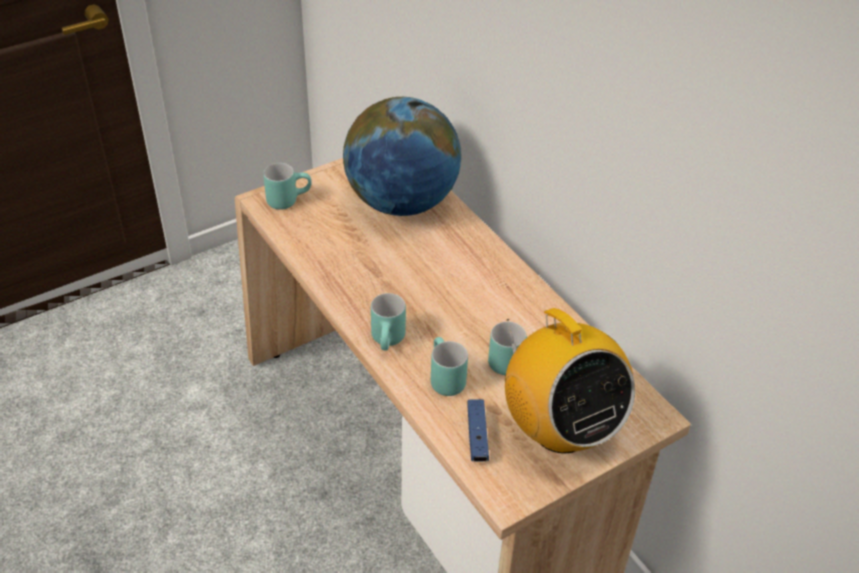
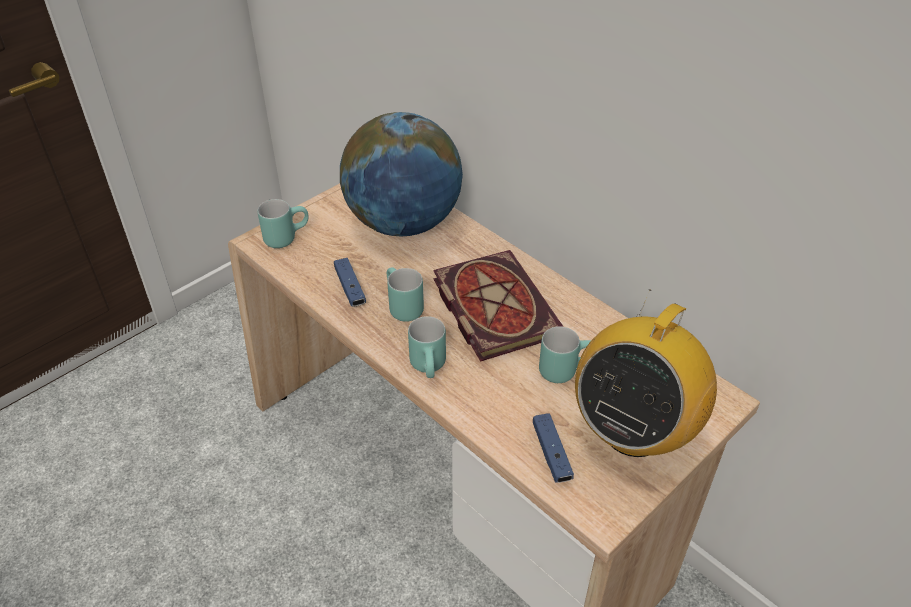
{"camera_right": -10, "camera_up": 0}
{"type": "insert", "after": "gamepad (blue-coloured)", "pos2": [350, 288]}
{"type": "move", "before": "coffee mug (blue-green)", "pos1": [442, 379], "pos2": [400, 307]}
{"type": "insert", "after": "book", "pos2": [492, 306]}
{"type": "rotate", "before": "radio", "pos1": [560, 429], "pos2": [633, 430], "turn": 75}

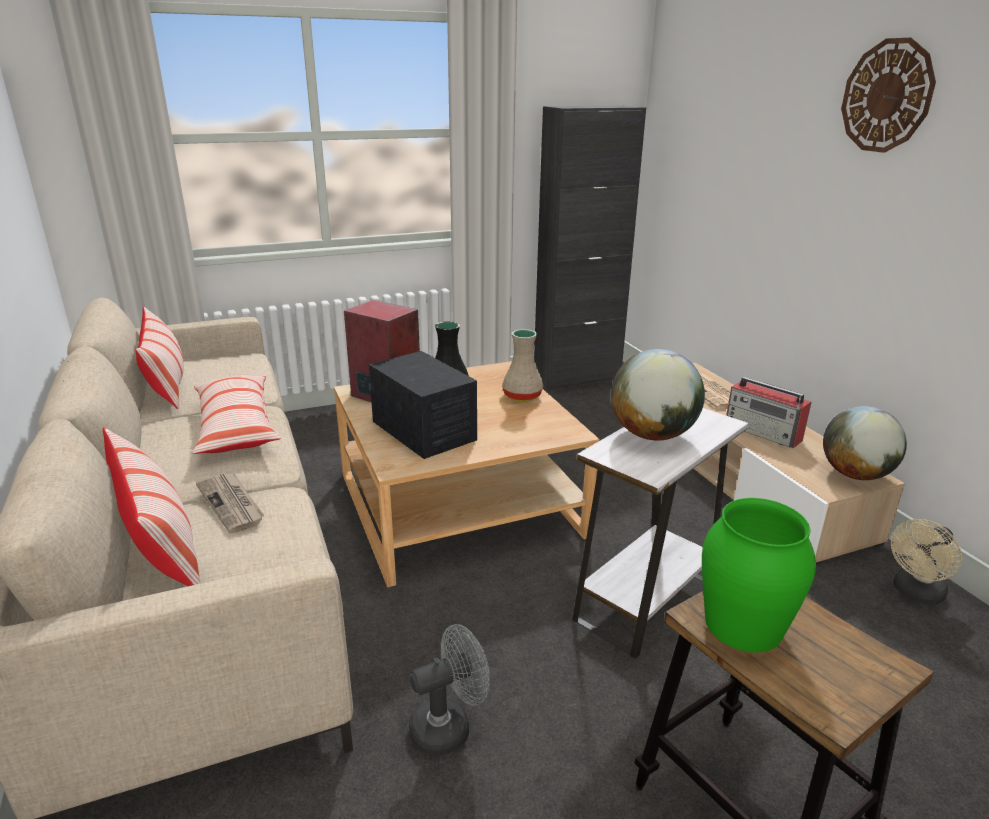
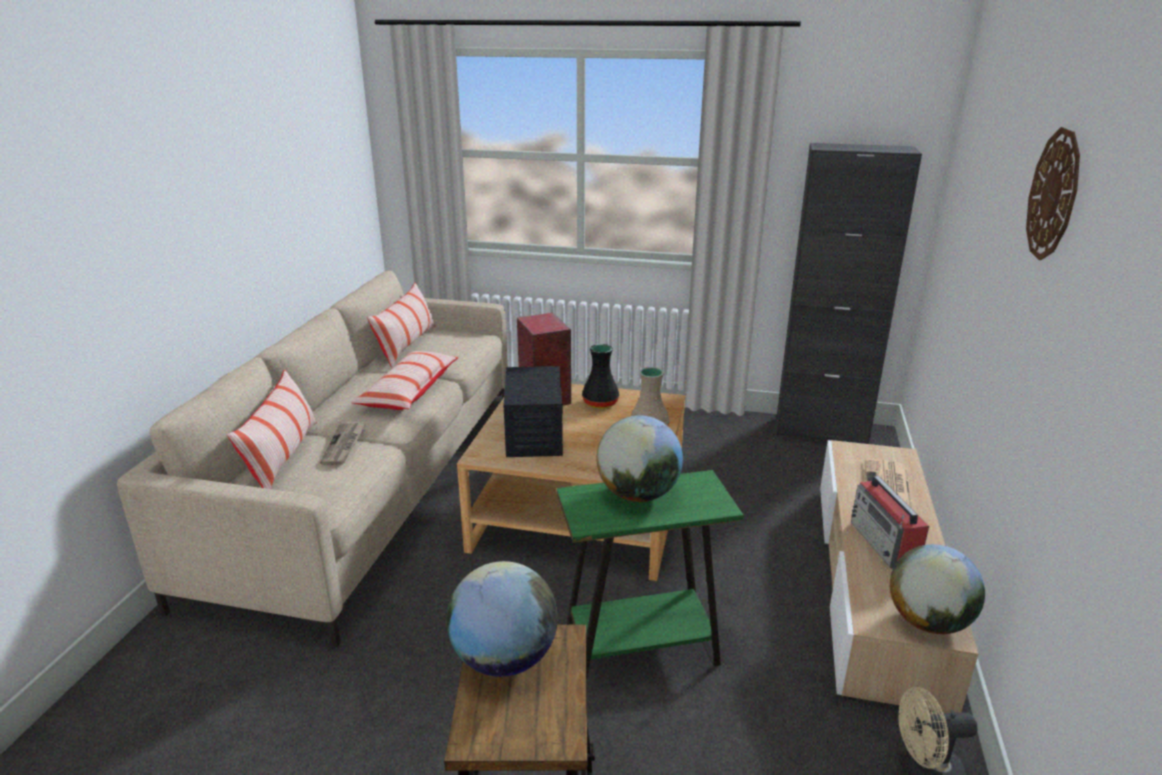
{"camera_right": 35, "camera_up": 0}
{"type": "replace", "before": "decorative vase (green)", "after": "desk globe", "pos1": [743, 625], "pos2": [504, 659]}
{"type": "recolor", "before": "end table (white)", "after": "end table (green)", "pos1": [645, 600], "pos2": [640, 651]}
{"type": "delete", "before": "electric fan (grey)", "pos1": [449, 726]}

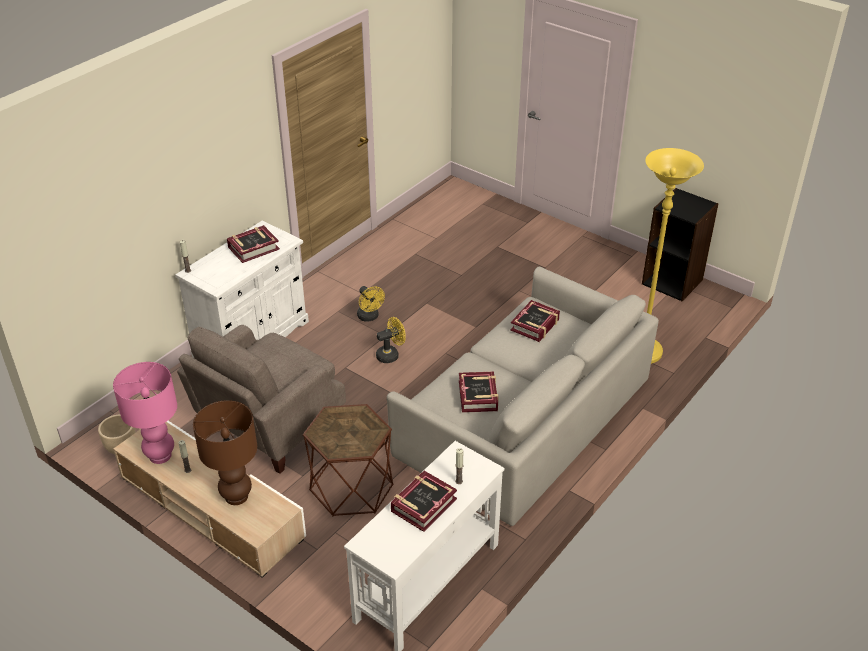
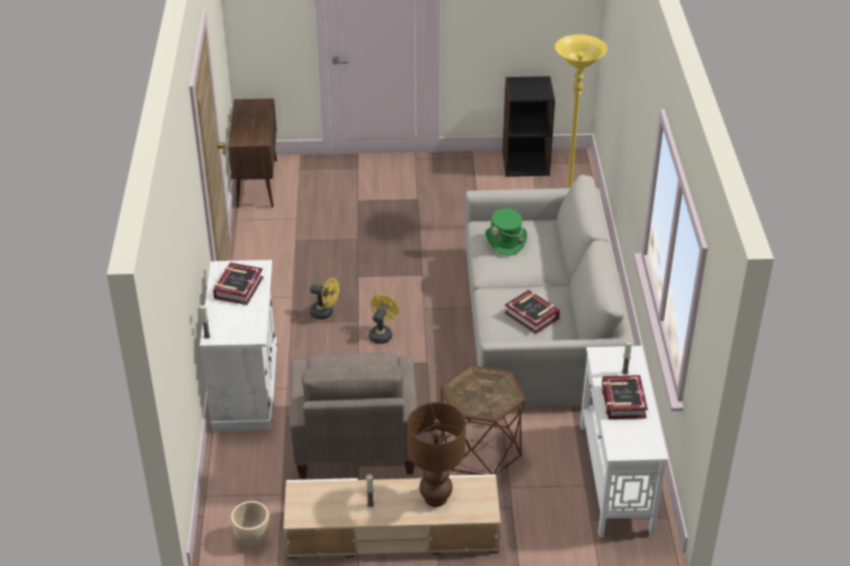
{"camera_right": -40, "camera_up": 0}
{"type": "insert", "after": "storage cabinet (brownish)", "pos2": [257, 183]}
{"type": "replace", "before": "book", "after": "hat (green)", "pos1": [535, 325], "pos2": [506, 241]}
{"type": "delete", "before": "tabletop lamp (pink-coloured)", "pos1": [160, 456]}

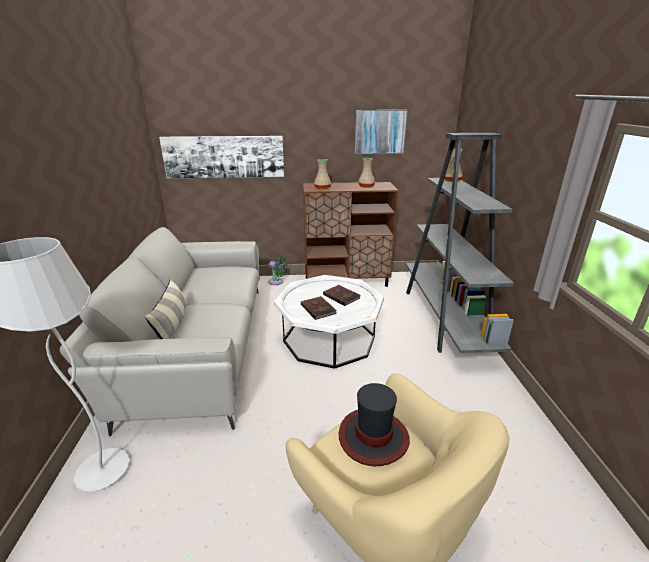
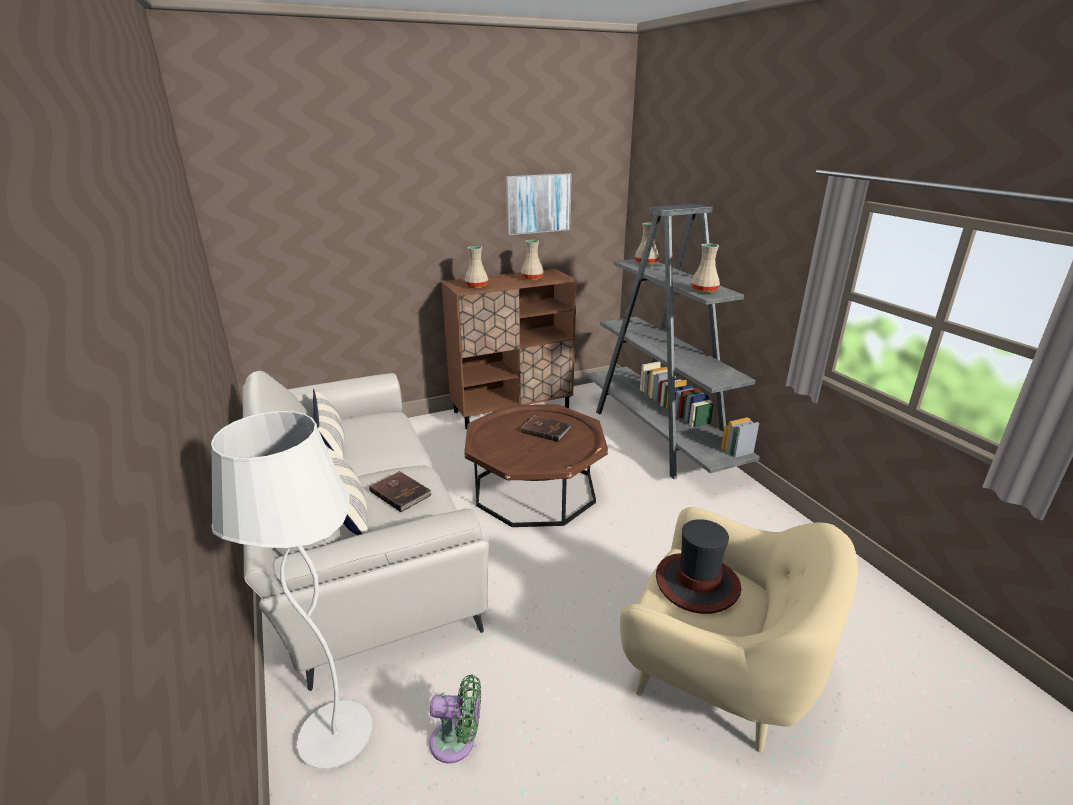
{"camera_right": -20, "camera_up": 0}
{"type": "insert", "after": "throw pillow", "pos2": [331, 442]}
{"type": "move", "before": "book (brownish)", "pos1": [318, 309], "pos2": [401, 492]}
{"type": "move", "before": "electric fan (green)", "pos1": [277, 282], "pos2": [457, 742]}
{"type": "recolor", "before": "low table (white)", "after": "low table (brownish)", "pos1": [329, 338], "pos2": [535, 490]}
{"type": "insert", "after": "decorative vase (beige-coloured)", "pos2": [704, 291]}
{"type": "delete", "before": "wall art", "pos1": [224, 157]}

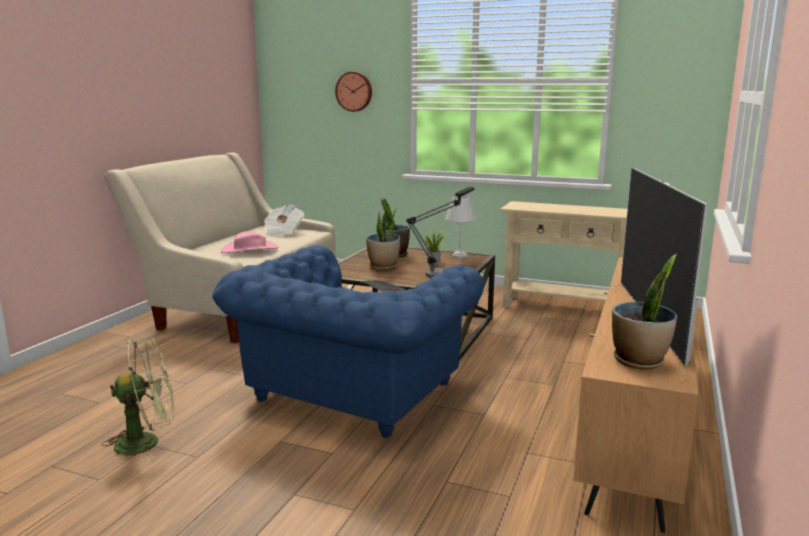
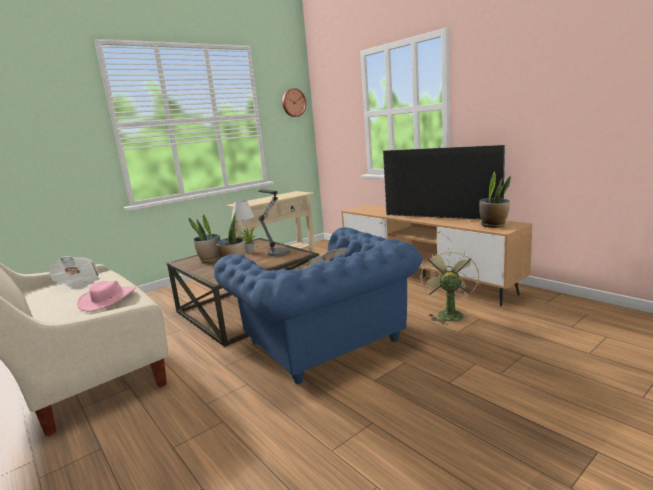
{"camera_right": -60, "camera_up": 0}
{"type": "move", "before": "hanging clock", "pos1": [354, 91], "pos2": [293, 103]}
{"type": "move", "before": "electric fan (green)", "pos1": [147, 442], "pos2": [448, 313]}

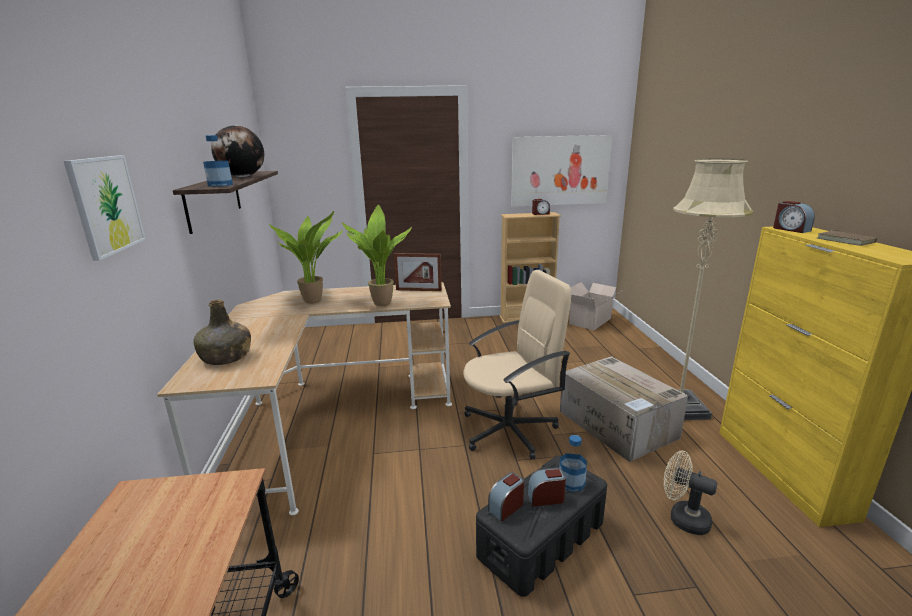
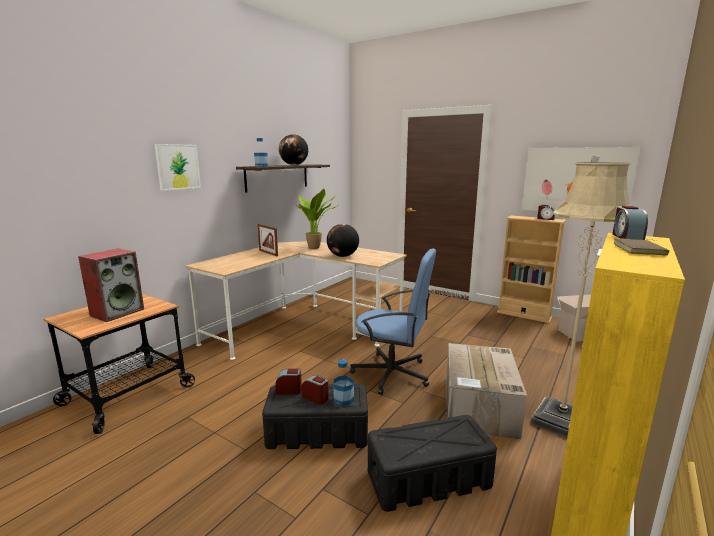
{"camera_right": 40, "camera_up": -5}
{"type": "insert", "after": "audio speaker", "pos2": [117, 312]}
{"type": "move", "before": "picture frame", "pos1": [418, 290], "pos2": [268, 253]}
{"type": "replace", "before": "houseplant", "after": "desk globe", "pos1": [379, 303], "pos2": [342, 256]}
{"type": "recolor", "before": "office chair (beige-coloured)", "after": "office chair (blue-coloured)", "pos1": [510, 430], "pos2": [392, 374]}
{"type": "replace", "before": "electric fan (beige-coloured)", "after": "storage bin (black-coloured)", "pos1": [682, 518], "pos2": [427, 479]}
{"type": "delete", "before": "drink bottle (green)", "pos1": [226, 357]}

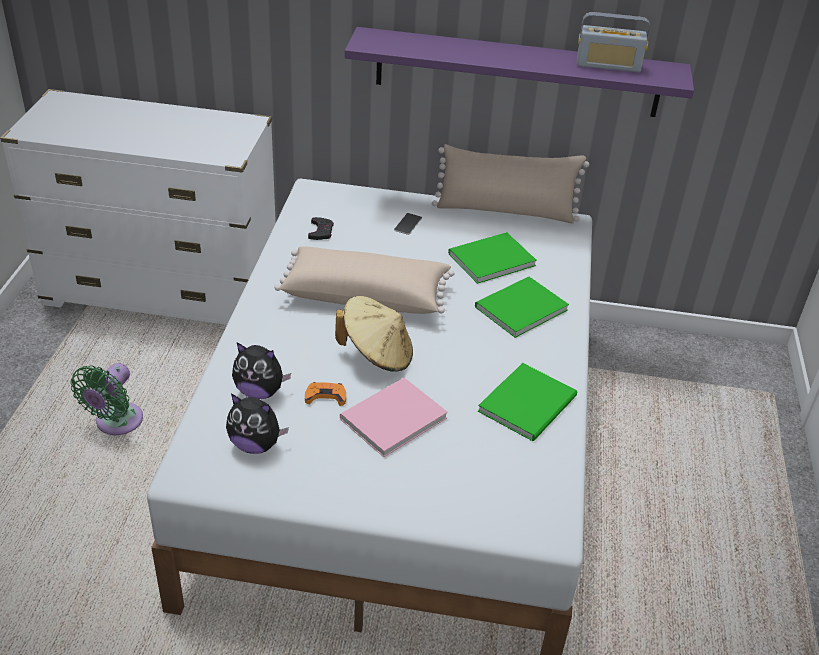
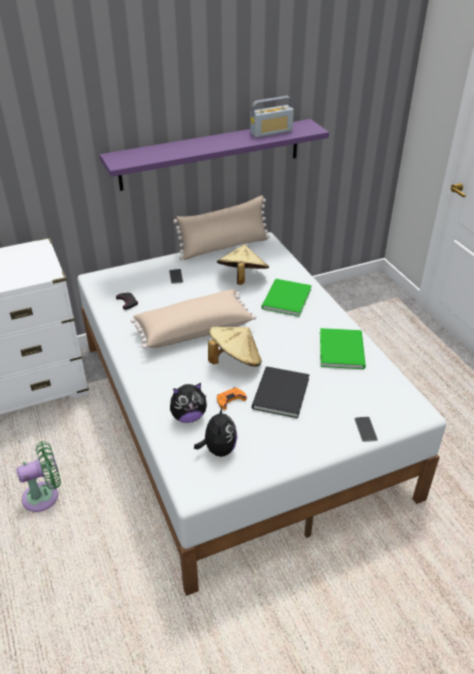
{"camera_right": -30, "camera_up": 0}
{"type": "rotate", "before": "electric fan (green)", "pos1": [116, 423], "pos2": [44, 496], "turn": -105}
{"type": "rotate", "before": "soft toy", "pos1": [256, 444], "pos2": [218, 449], "turn": -75}
{"type": "replace", "before": "book (green)", "after": "hat (beige-coloured)", "pos1": [488, 259], "pos2": [242, 278]}
{"type": "recolor", "before": "book (pink-coloured)", "after": "book (black-coloured)", "pos1": [389, 418], "pos2": [279, 394]}
{"type": "insert", "after": "telephone", "pos2": [365, 429]}

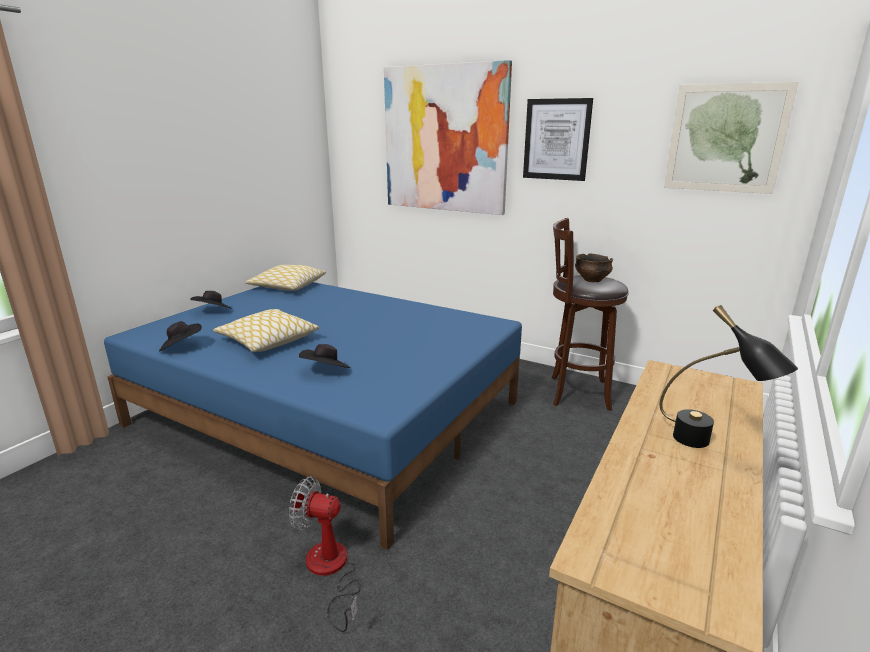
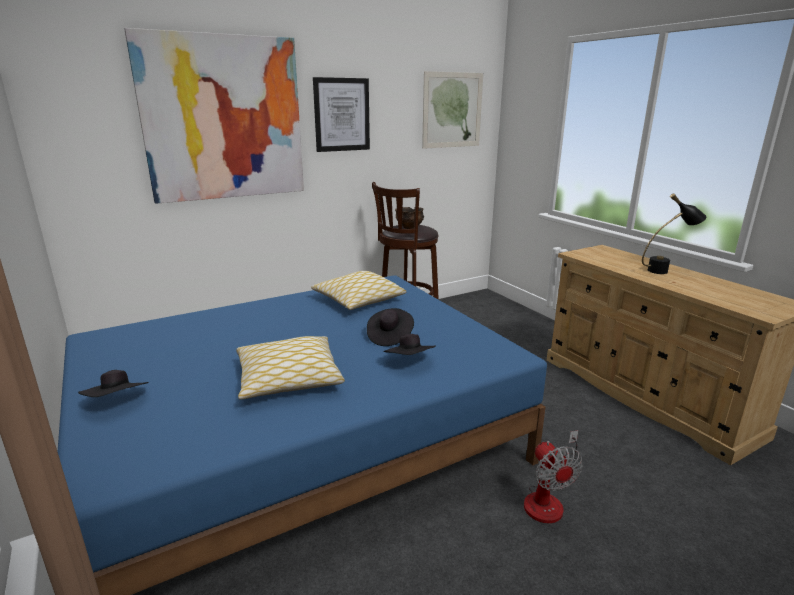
{"camera_right": -60, "camera_up": 0}
{"type": "move", "before": "throw pillow", "pos1": [287, 286], "pos2": [359, 300]}
{"type": "move", "before": "hat (black-coloured)", "pos1": [181, 347], "pos2": [389, 337]}
{"type": "rotate", "before": "electric fan", "pos1": [330, 571], "pos2": [548, 499], "turn": -60}

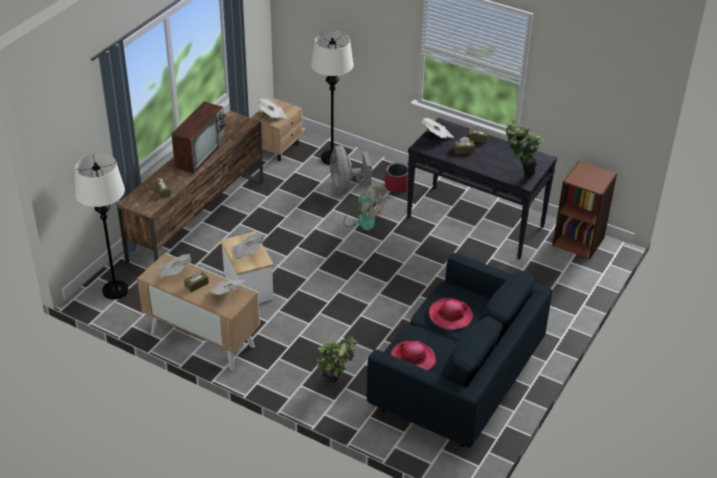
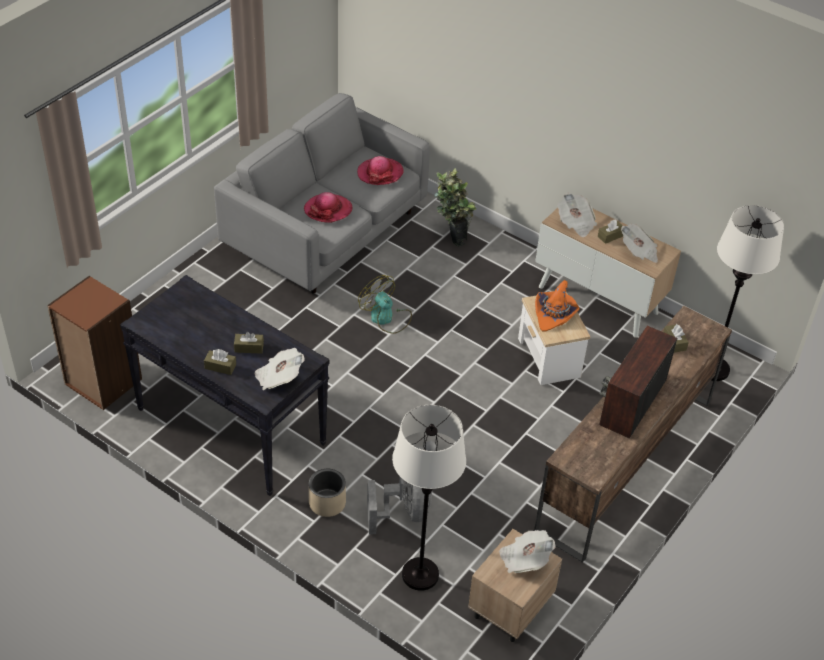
{"camera_right": -175, "camera_up": 5}
{"type": "recolor", "before": "settee (blue-coloured)", "after": "settee (grey)", "pos1": [455, 380], "pos2": [326, 232]}
{"type": "recolor", "before": "flower pot (red-coloured)", "after": "flower pot (beige-coloured)", "pos1": [397, 186], "pos2": [327, 503]}
{"type": "move", "before": "electric fan", "pos1": [362, 219], "pos2": [386, 318]}
{"type": "replace", "before": "newspaper", "after": "hat (orangey)", "pos1": [247, 253], "pos2": [554, 314]}
{"type": "delete", "before": "houseplant", "pos1": [518, 177]}

